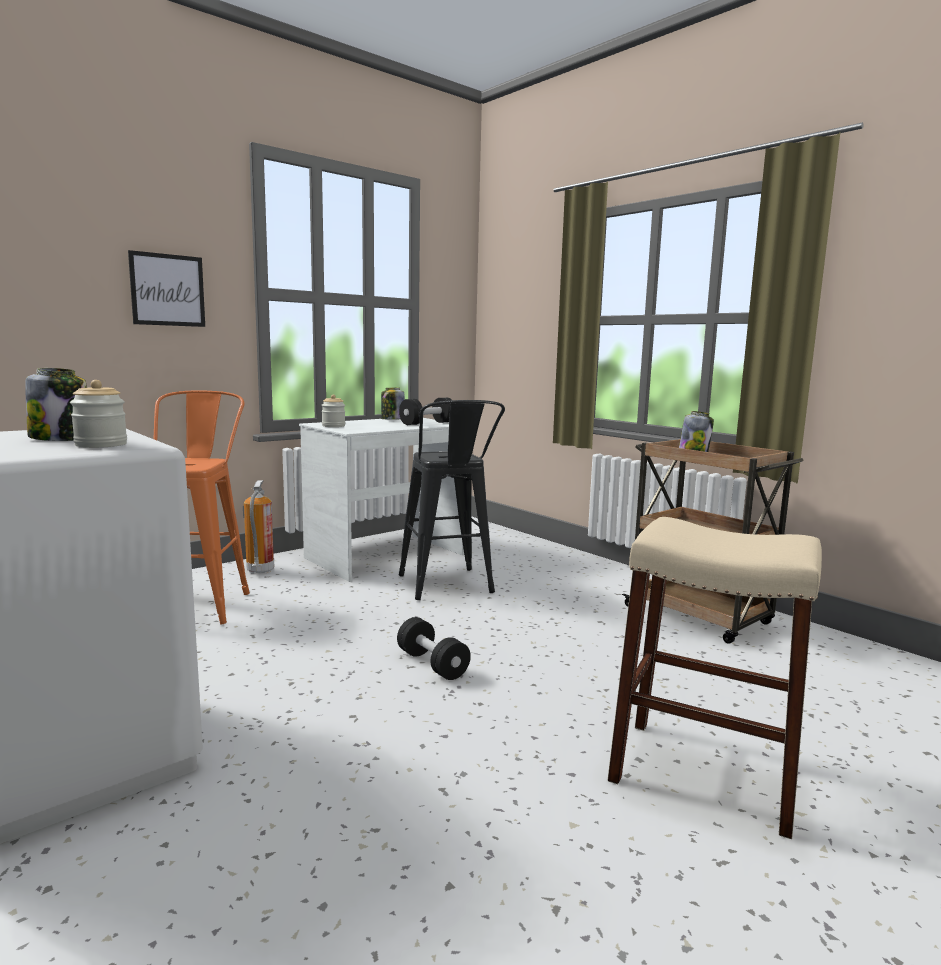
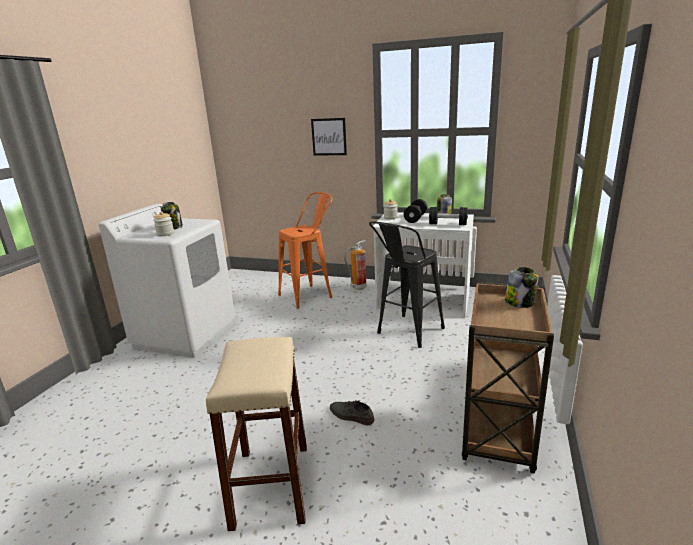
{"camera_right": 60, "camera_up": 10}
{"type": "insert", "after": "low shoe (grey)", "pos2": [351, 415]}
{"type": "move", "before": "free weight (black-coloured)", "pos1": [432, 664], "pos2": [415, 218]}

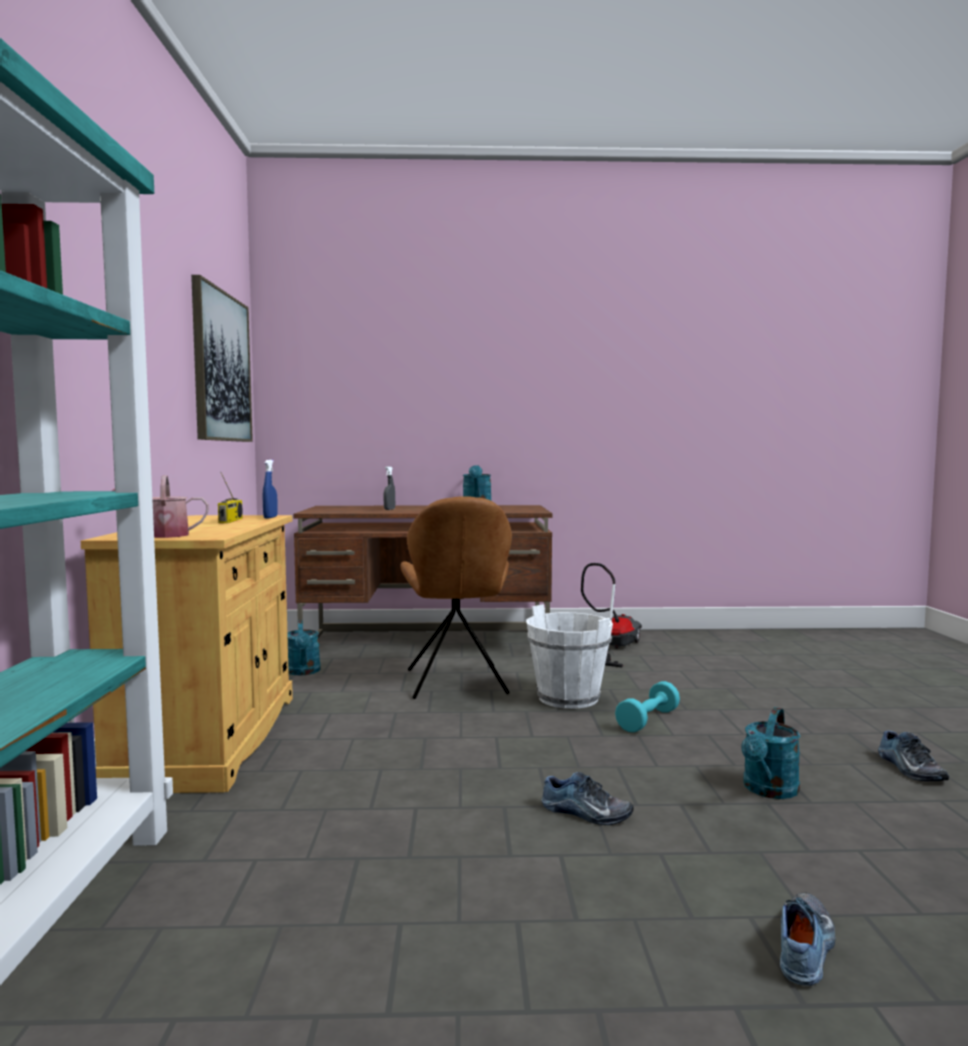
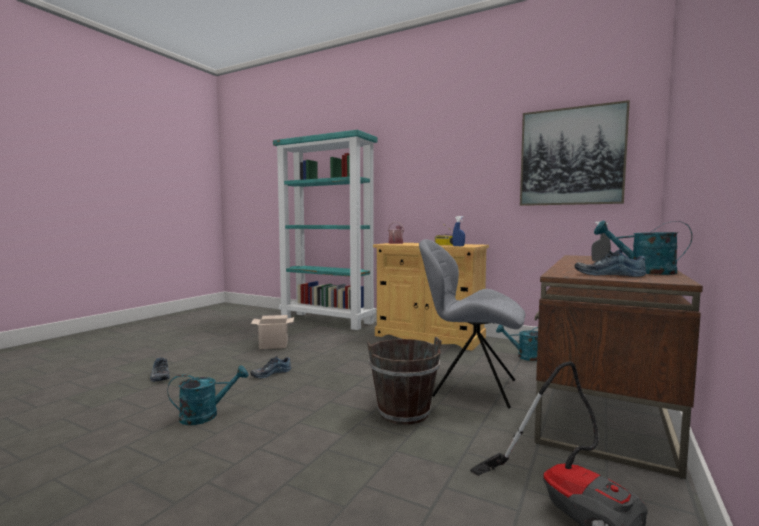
{"camera_right": 120, "camera_up": 0}
{"type": "rotate", "before": "watering pot (blue-green)", "pos1": [768, 791], "pos2": [206, 415], "turn": 90}
{"type": "insert", "after": "carton", "pos2": [274, 345]}
{"type": "recolor", "before": "water bucket (white)", "after": "water bucket (brownish)", "pos1": [567, 698], "pos2": [404, 412]}
{"type": "recolor", "before": "plain chair (brownish)", "after": "plain chair (grey)", "pos1": [456, 683], "pos2": [471, 387]}
{"type": "move", "before": "low shoe", "pos1": [908, 769], "pos2": [608, 274]}
{"type": "delete", "before": "free weight (blue-green)", "pos1": [648, 720]}

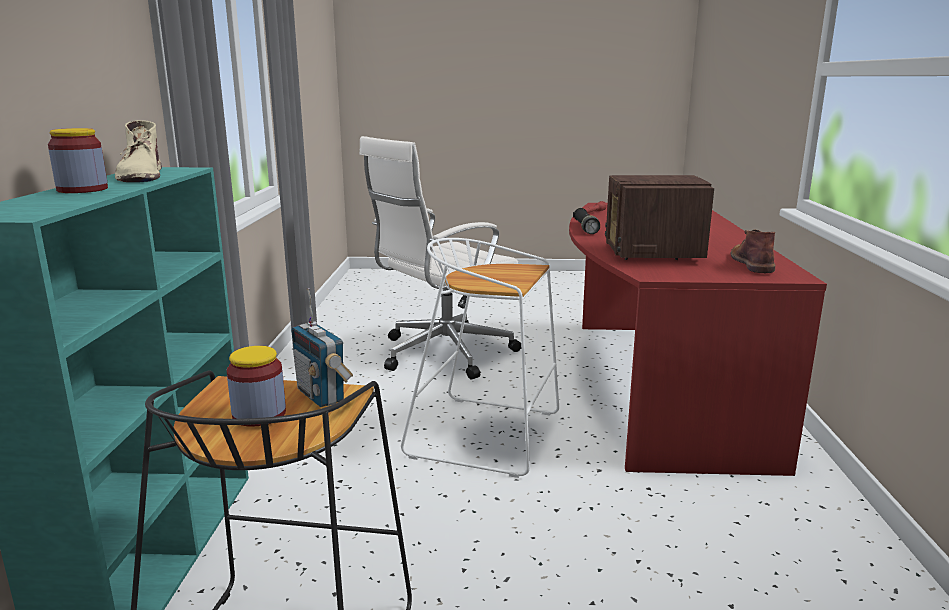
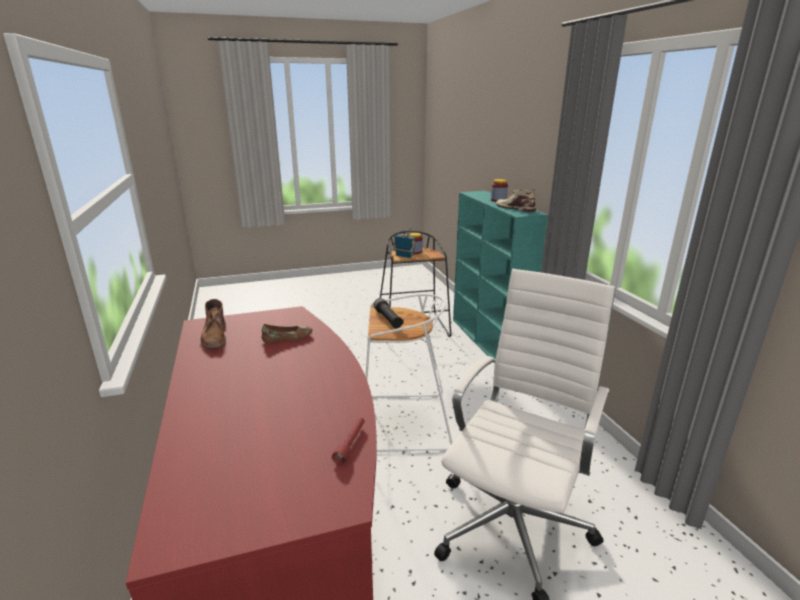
{"camera_right": 160, "camera_up": 5}
{"type": "replace", "before": "radio", "after": "low shoe (brownish)", "pos1": [652, 254], "pos2": [287, 338]}
{"type": "move", "before": "torch (black-coloured)", "pos1": [585, 228], "pos2": [388, 319]}

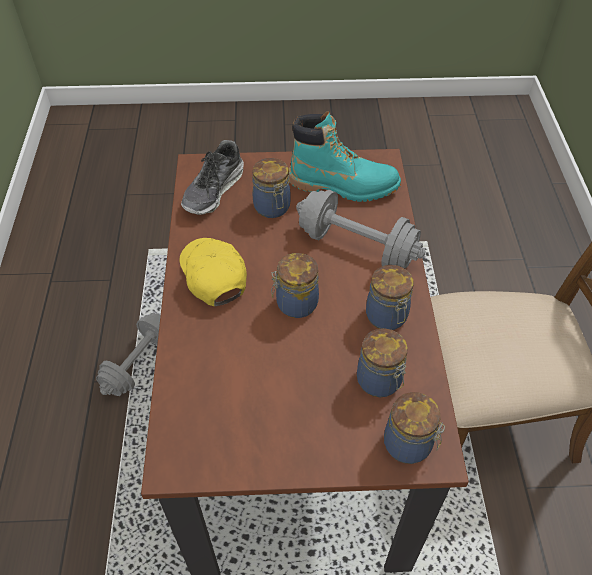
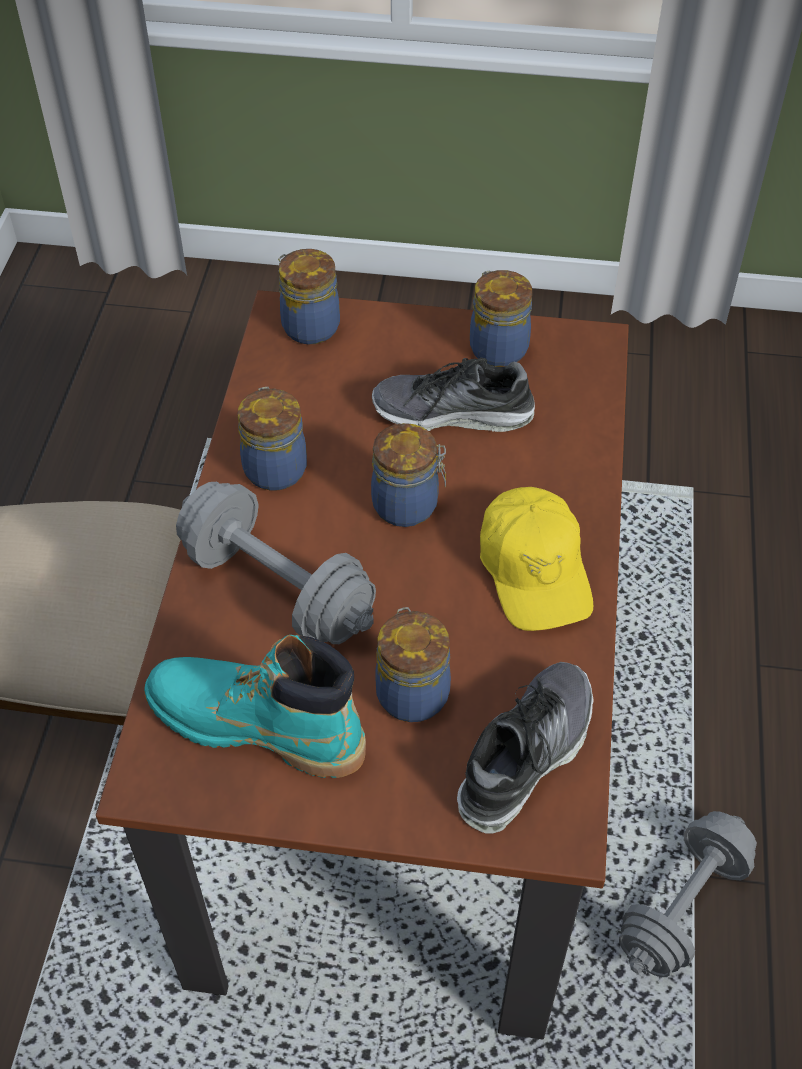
{"camera_right": -170, "camera_up": 0}
{"type": "insert", "after": "low shoe", "pos2": [453, 413]}
{"type": "move", "before": "jar", "pos1": [380, 381], "pos2": [497, 347]}

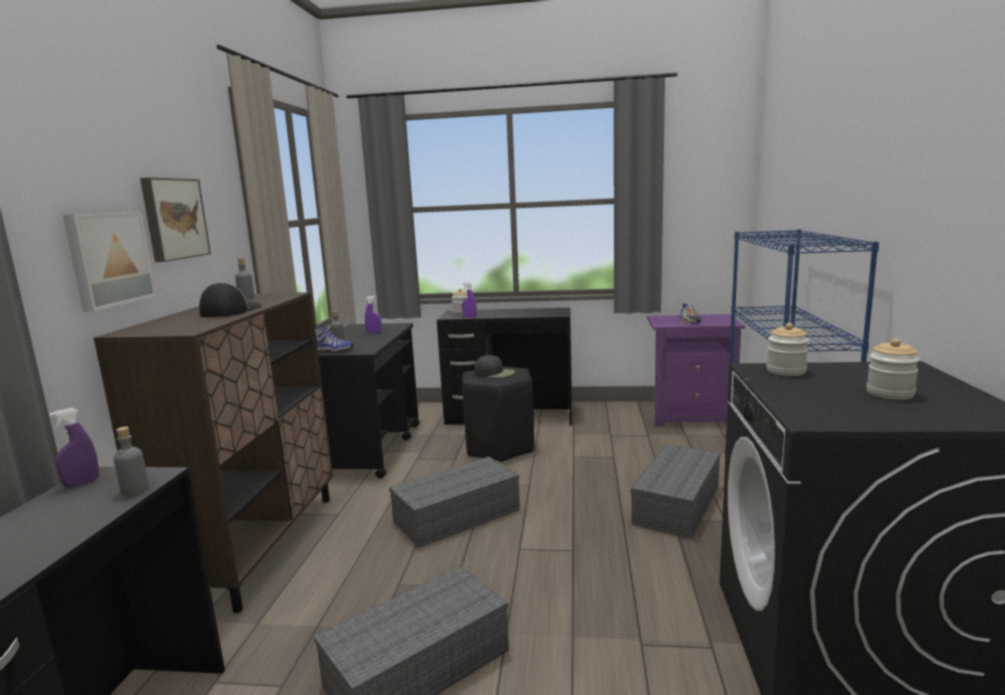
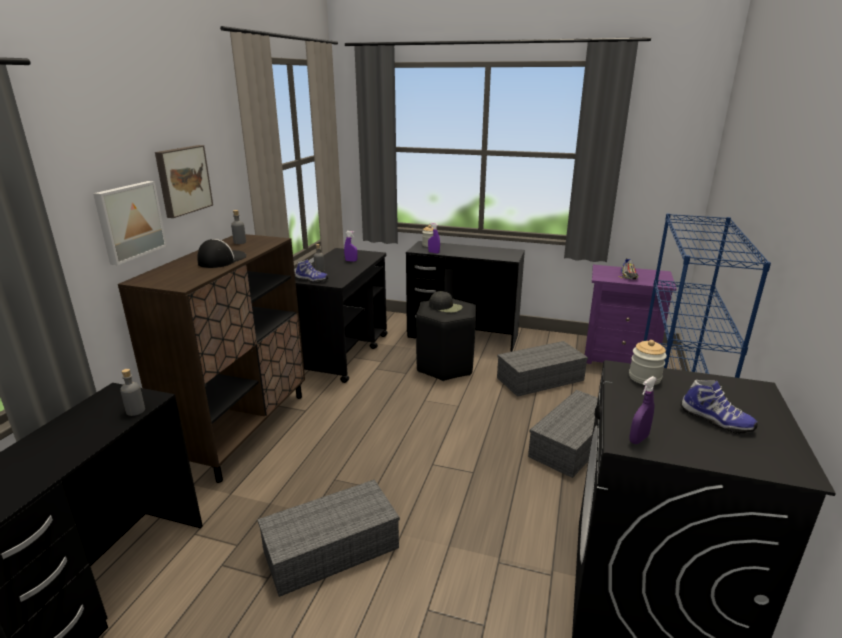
{"camera_right": 10, "camera_up": 10}
{"type": "move", "before": "storage bin (grey)", "pos1": [456, 517], "pos2": [539, 379]}
{"type": "move", "before": "spray bottle (purplish)", "pos1": [81, 483], "pos2": [638, 439]}
{"type": "replace", "before": "jar", "after": "low shoe", "pos1": [890, 393], "pos2": [715, 420]}

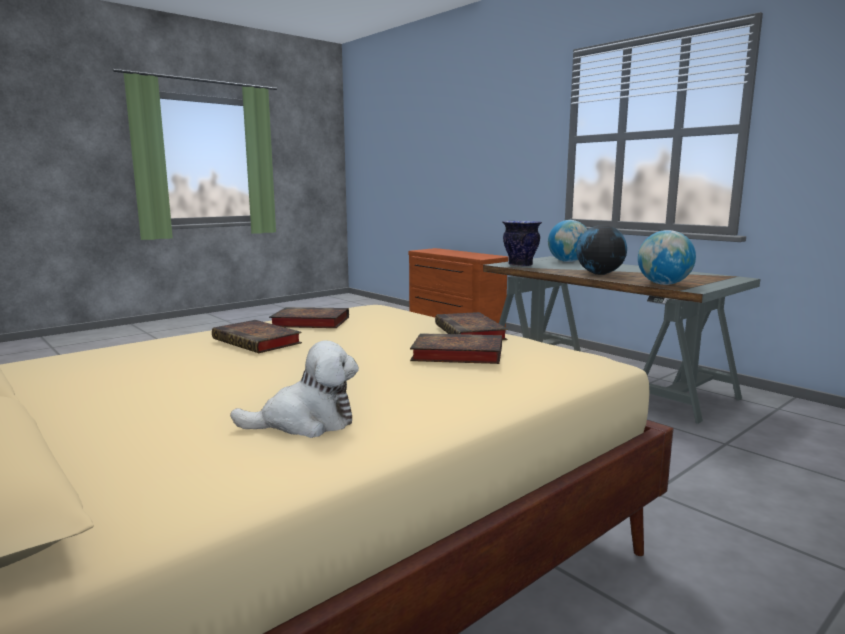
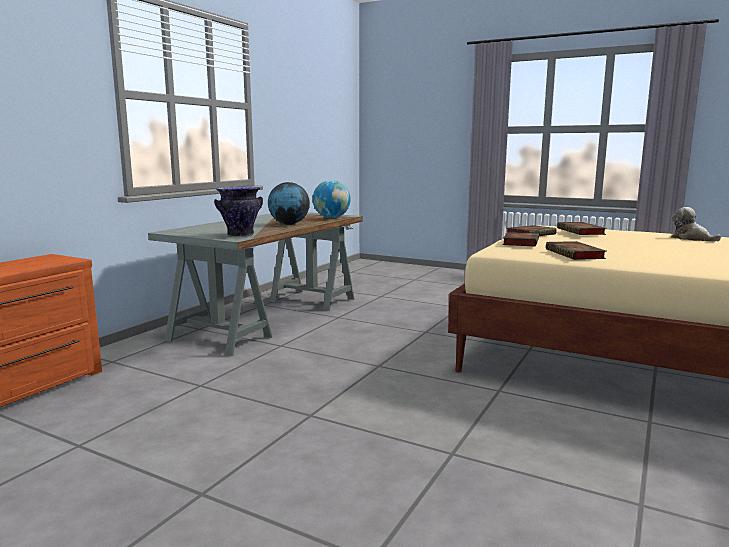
{"camera_right": -110, "camera_up": 0}
{"type": "move", "before": "book", "pos1": [259, 342], "pos2": [520, 242]}
{"type": "delete", "before": "desk globe", "pos1": [568, 261]}

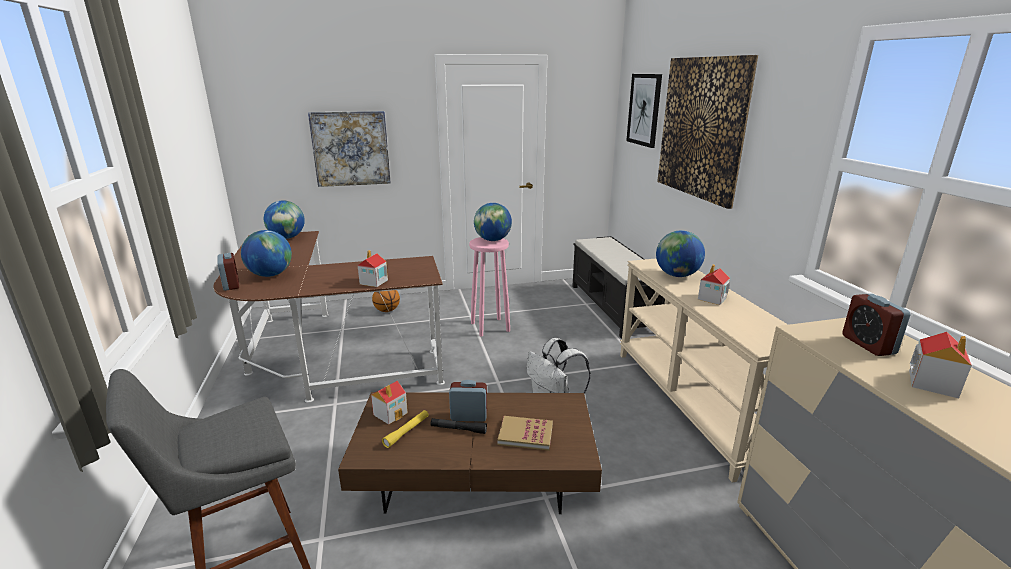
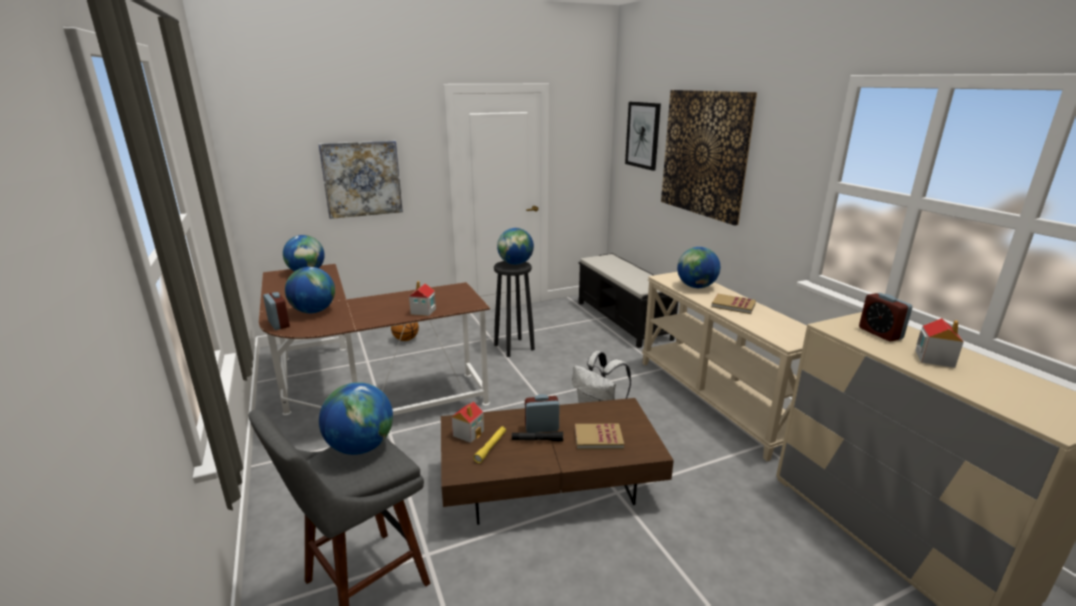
{"camera_right": -10, "camera_up": 0}
{"type": "insert", "after": "desk globe", "pos2": [360, 447]}
{"type": "recolor", "before": "stool (pink-coloured)", "after": "stool (black-coloured)", "pos1": [490, 327], "pos2": [514, 347]}
{"type": "replace", "before": "miniature house", "after": "book", "pos1": [712, 299], "pos2": [733, 305]}

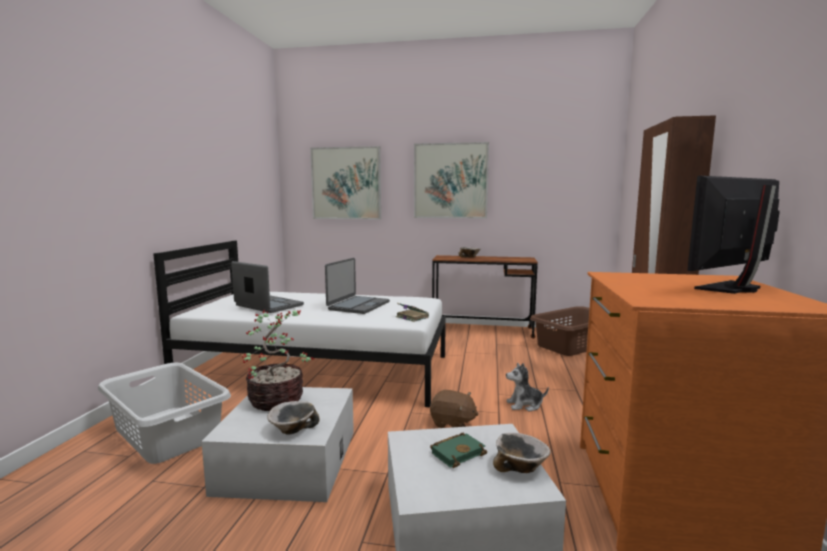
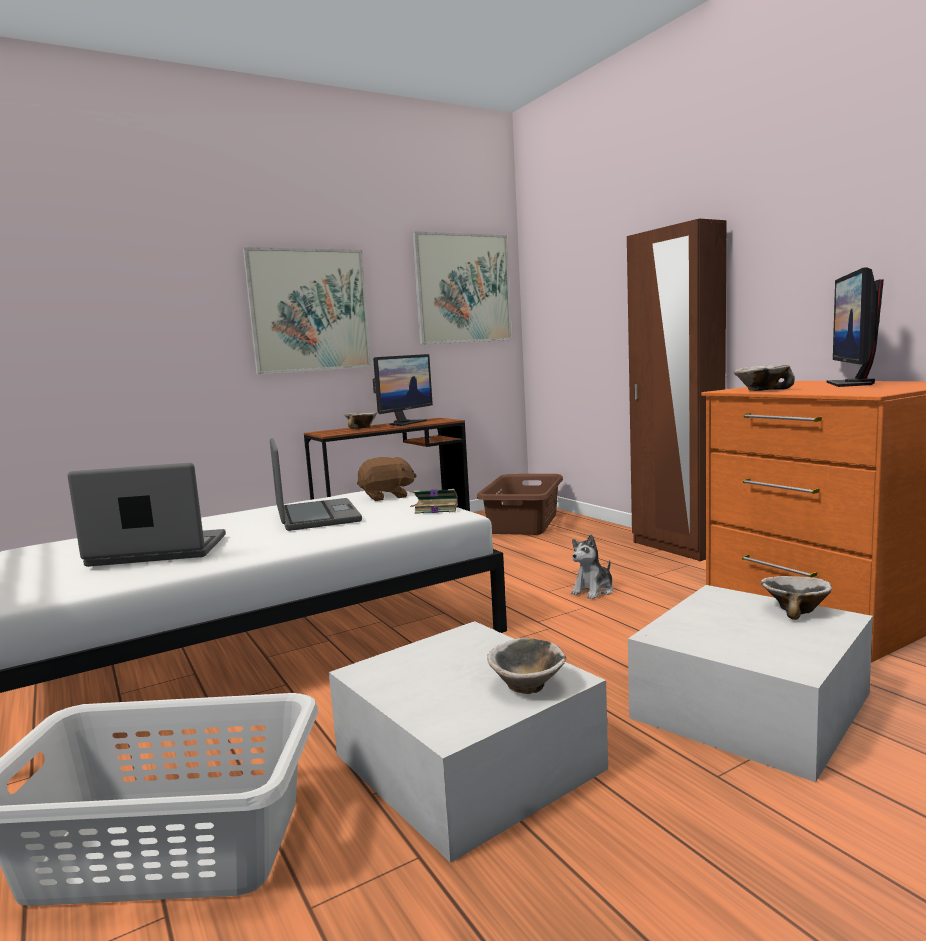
{"camera_right": -40, "camera_up": 0}
{"type": "move", "before": "soft toy (brownish)", "pos1": [452, 423], "pos2": [387, 496]}
{"type": "insert", "after": "computer screen", "pos2": [405, 423]}
{"type": "move", "before": "wall art", "pos1": [346, 183], "pos2": [463, 289]}
{"type": "insert", "after": "serving bowl", "pos2": [761, 390]}
{"type": "delete", "before": "houseplant", "pos1": [278, 400]}
{"type": "delete", "before": "book (green)", "pos1": [458, 452]}

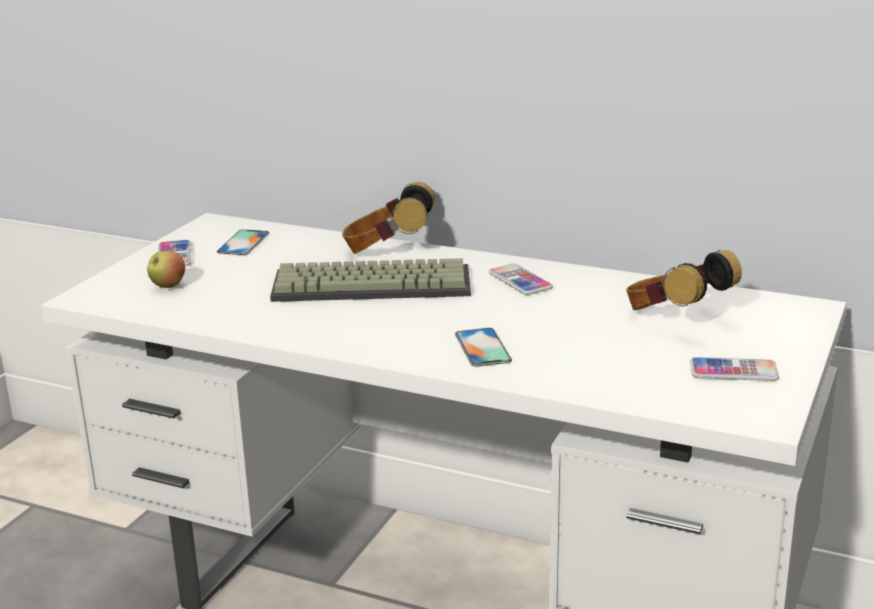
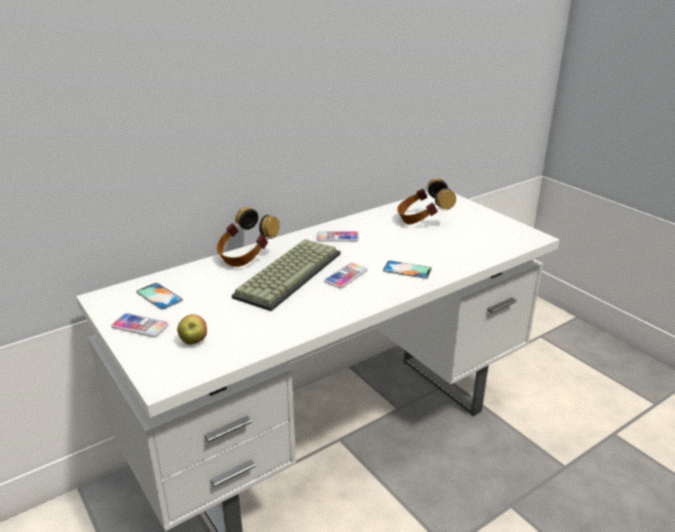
{"camera_right": -60, "camera_up": 5}
{"type": "move", "before": "telephone", "pos1": [733, 371], "pos2": [346, 276]}

